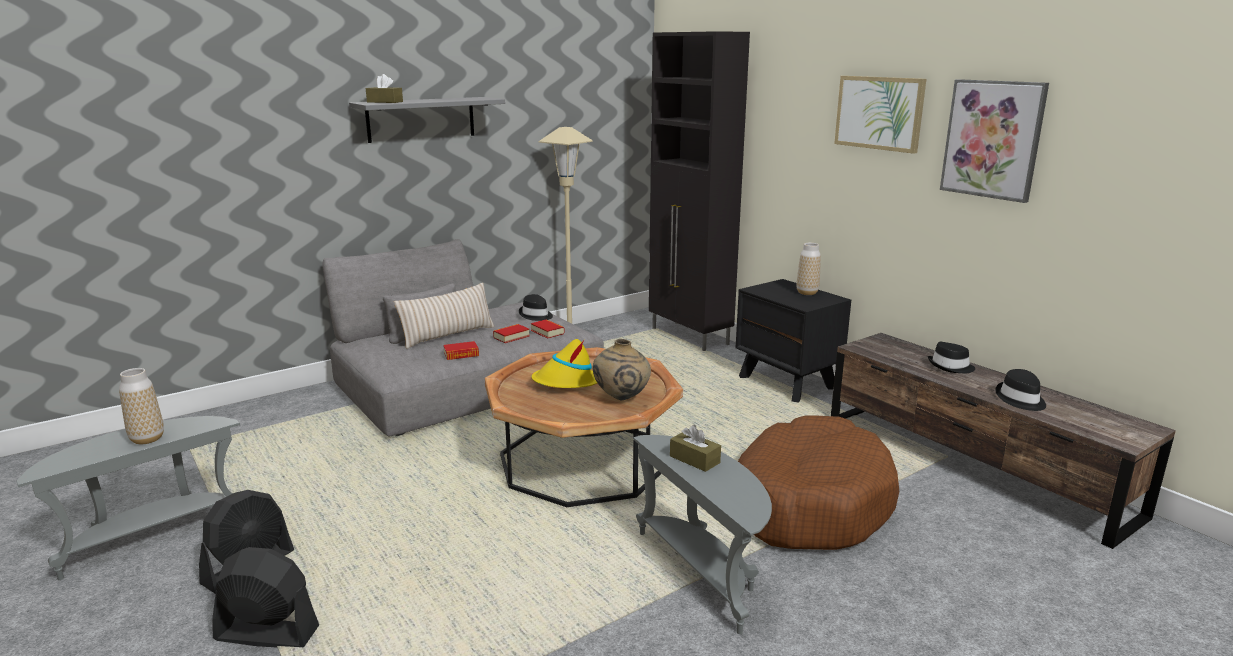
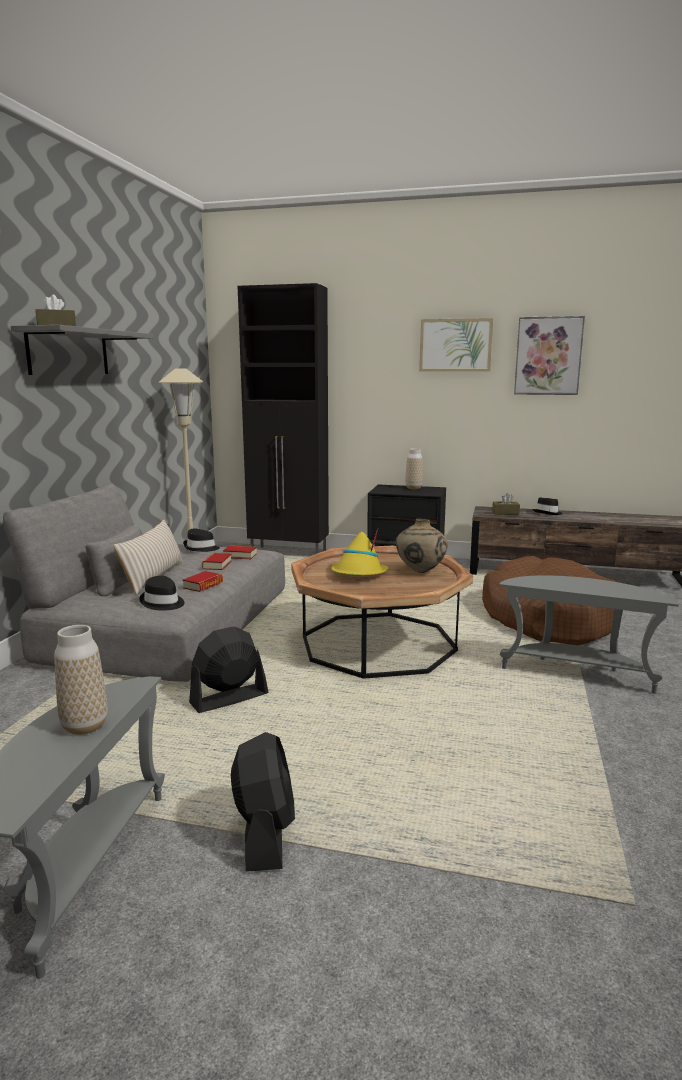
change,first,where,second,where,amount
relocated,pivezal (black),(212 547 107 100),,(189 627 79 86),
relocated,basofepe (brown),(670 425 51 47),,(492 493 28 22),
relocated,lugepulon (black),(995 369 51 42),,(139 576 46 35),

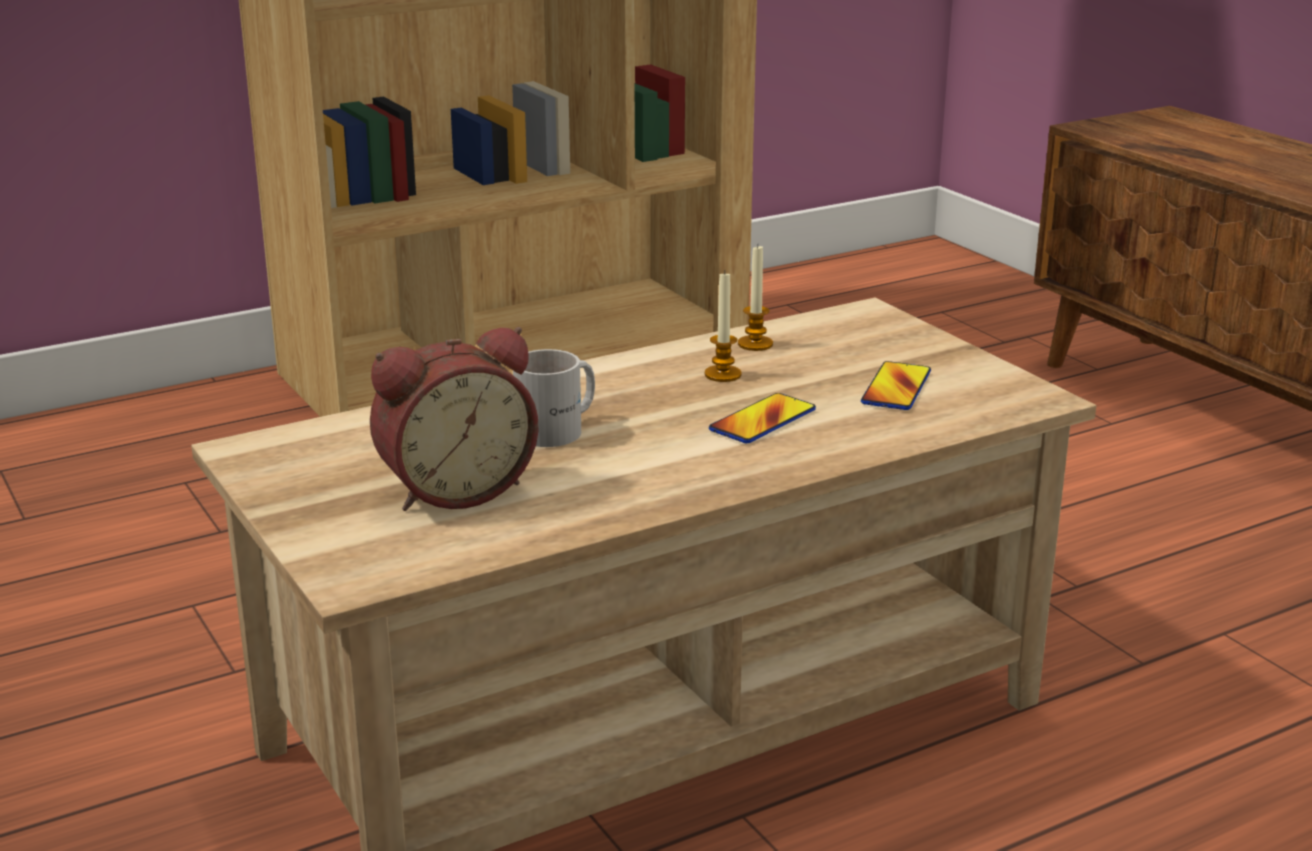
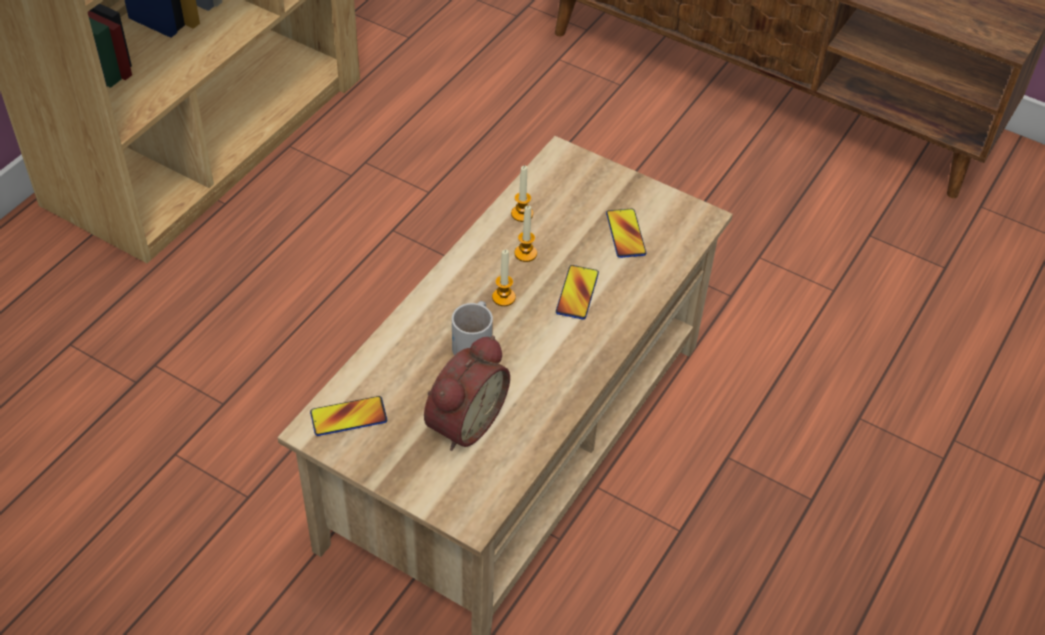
change,first,where,second,where,amount
appeared,,,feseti,(310 396 77 40),
appeared,,,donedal,(492 249 24 57),

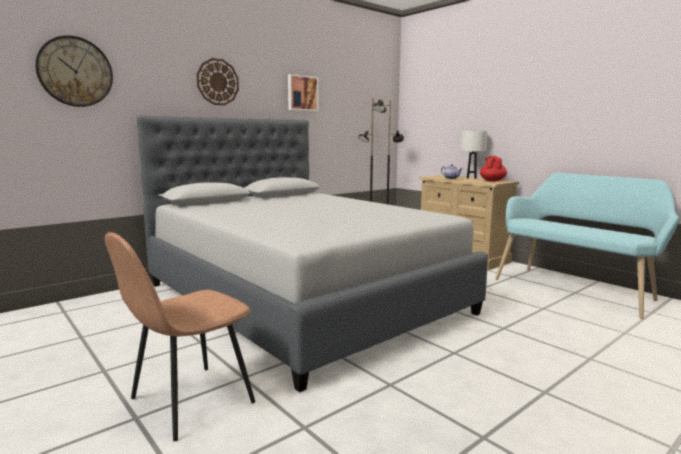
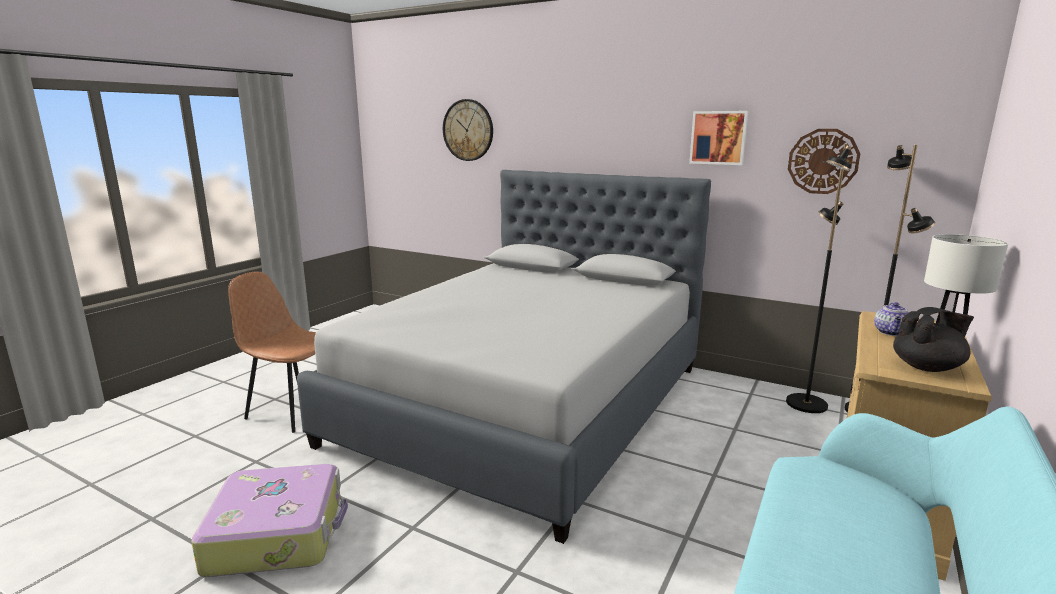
change,first,where,second,where,amount
relocated,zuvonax,(197 58 42 47),,(788 129 72 65),
colour,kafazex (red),(480 156 27 25),kafazex (black),(893 307 81 65),
appeared,,,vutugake,(191 464 157 113),

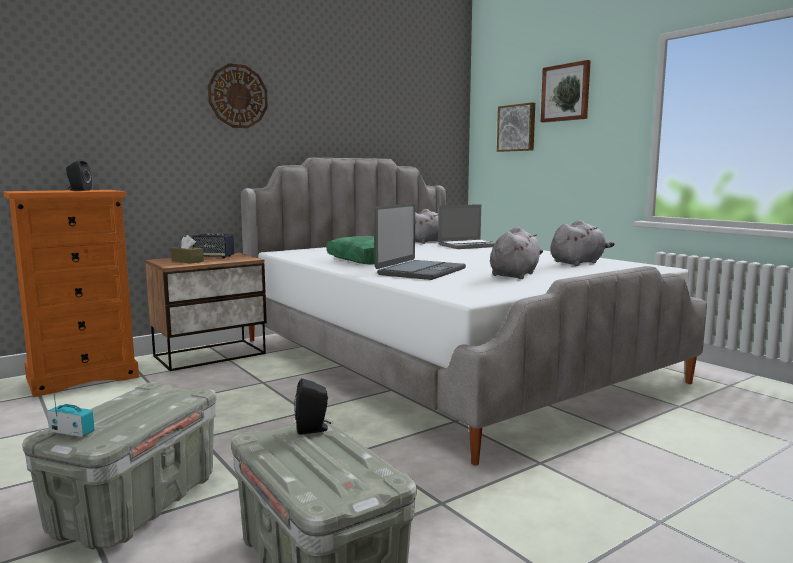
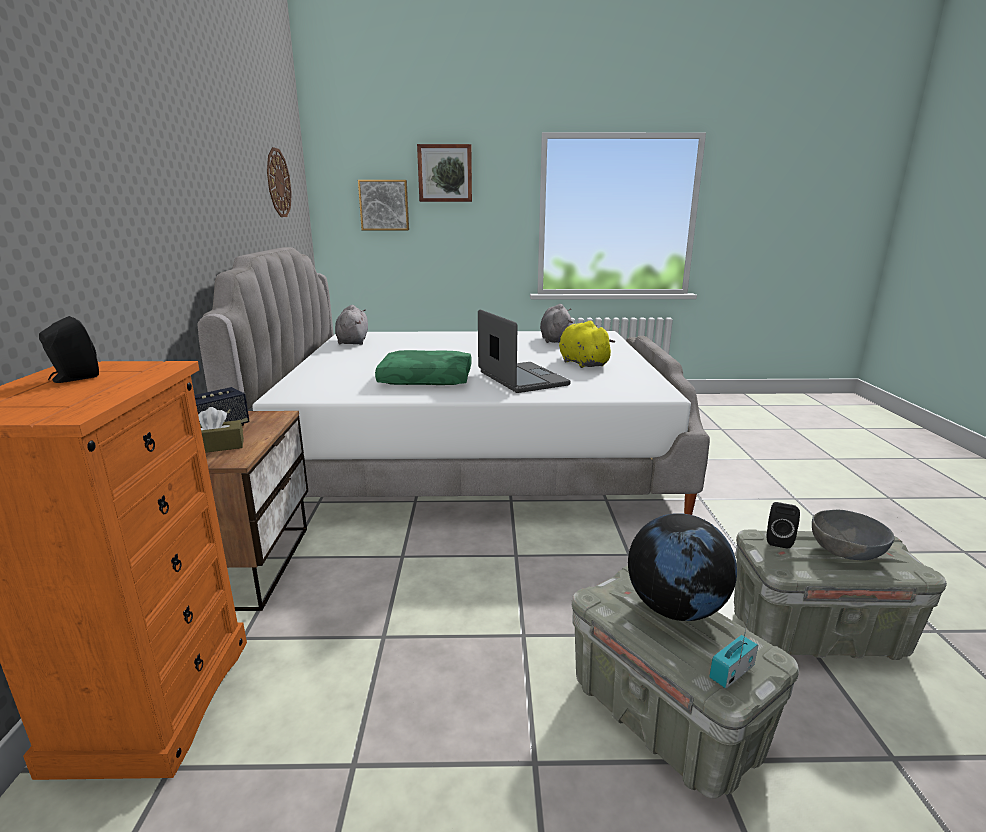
change,first,where,second,where,amount
relocated,zuvonax,(208 63 60 65),,(267 147 25 70),
missing,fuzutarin,(438 204 57 45),,,
colour,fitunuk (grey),(490 226 53 53),fitunuk (yellow),(559 321 56 47),
appeared,,,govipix,(628 513 109 108),
appeared,,,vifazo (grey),(812 510 82 50),

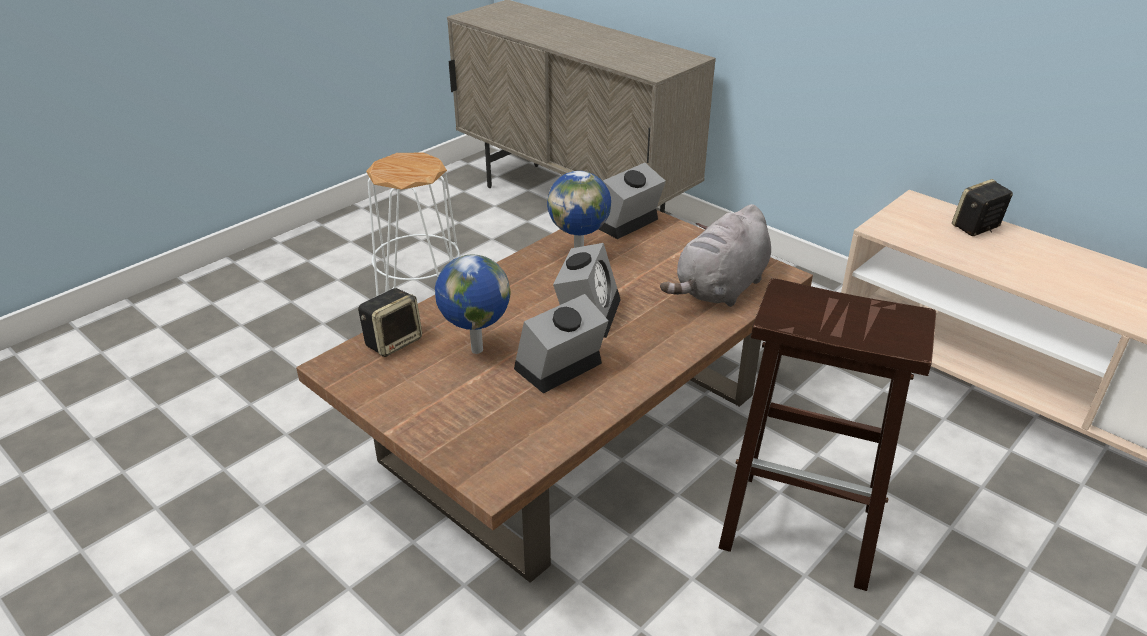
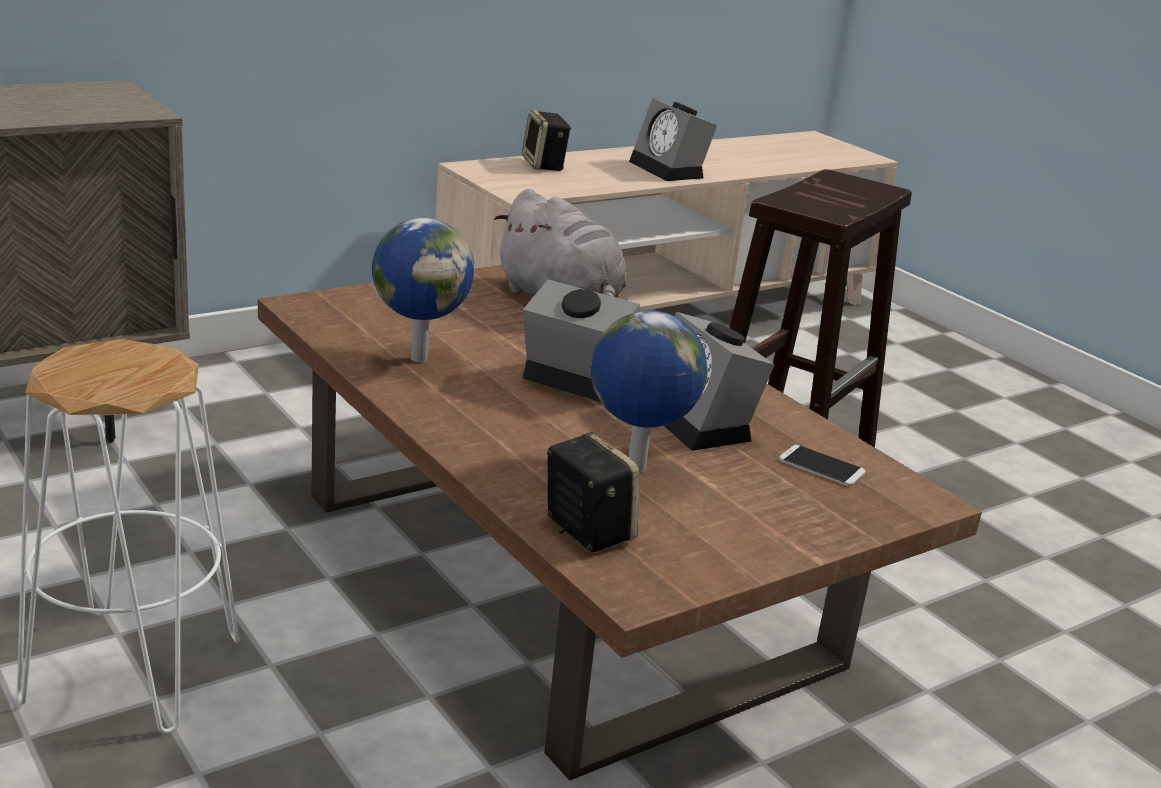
change,first,where,second,where,amount
relocated,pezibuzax,(599 163 67 76),,(629 98 88 83),
appeared,,,feseti,(779 445 87 41),

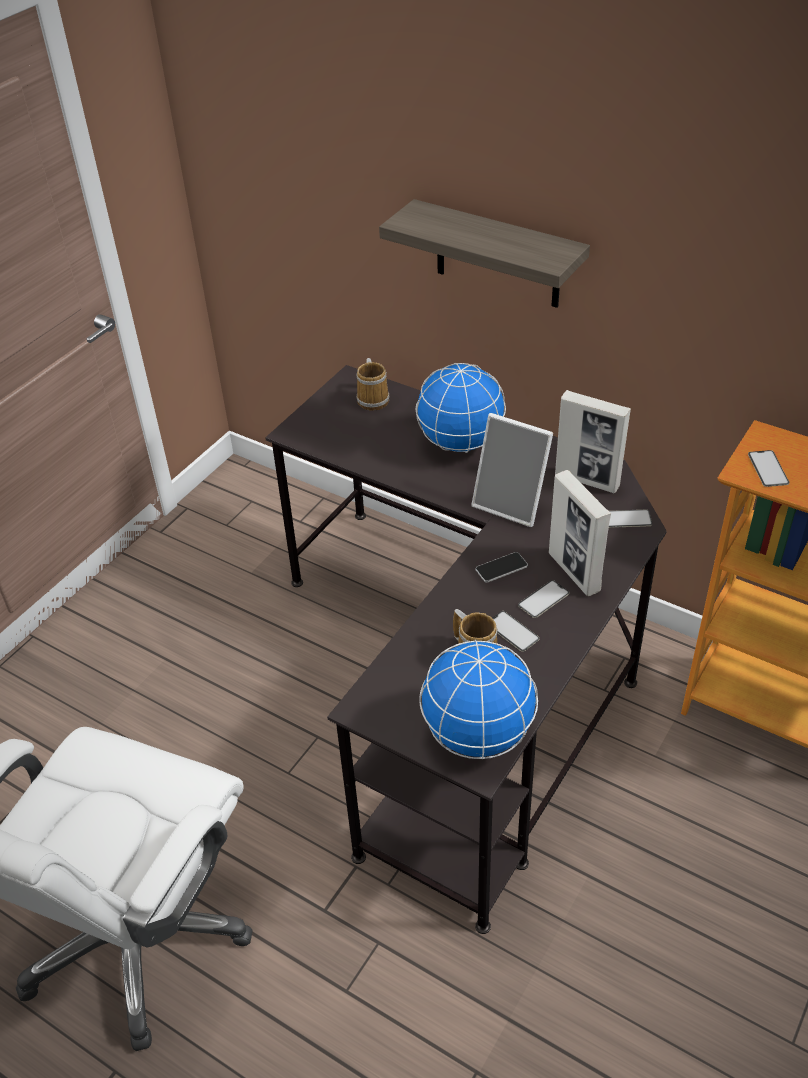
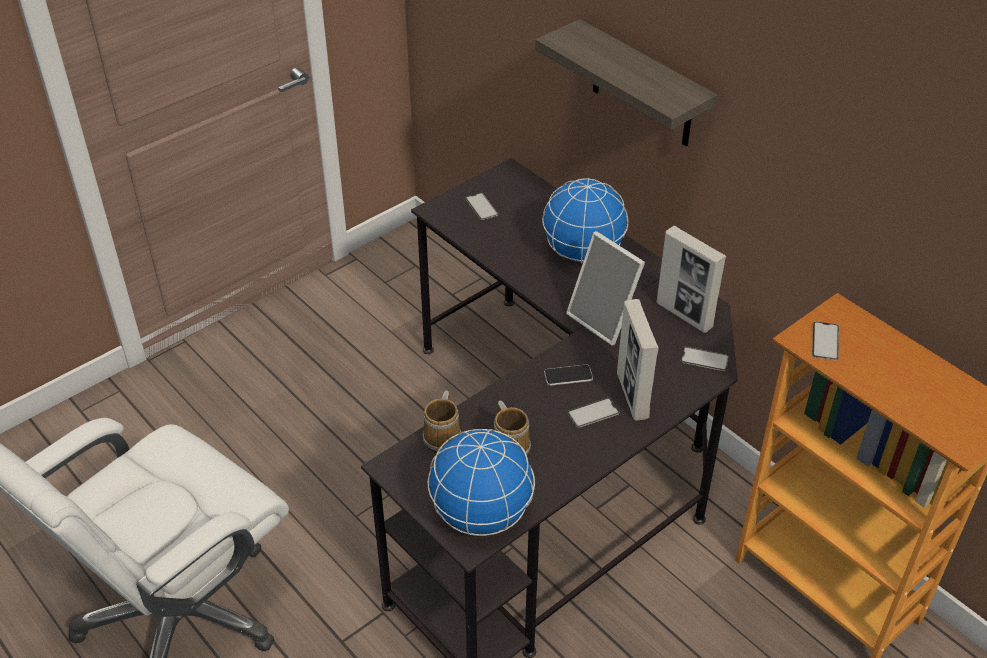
change,first,where,second,where,amount
relocated,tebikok,(356 358 34 53),,(422 390 39 64),
relocated,feseti,(492 611 48 41),,(465 193 33 27),

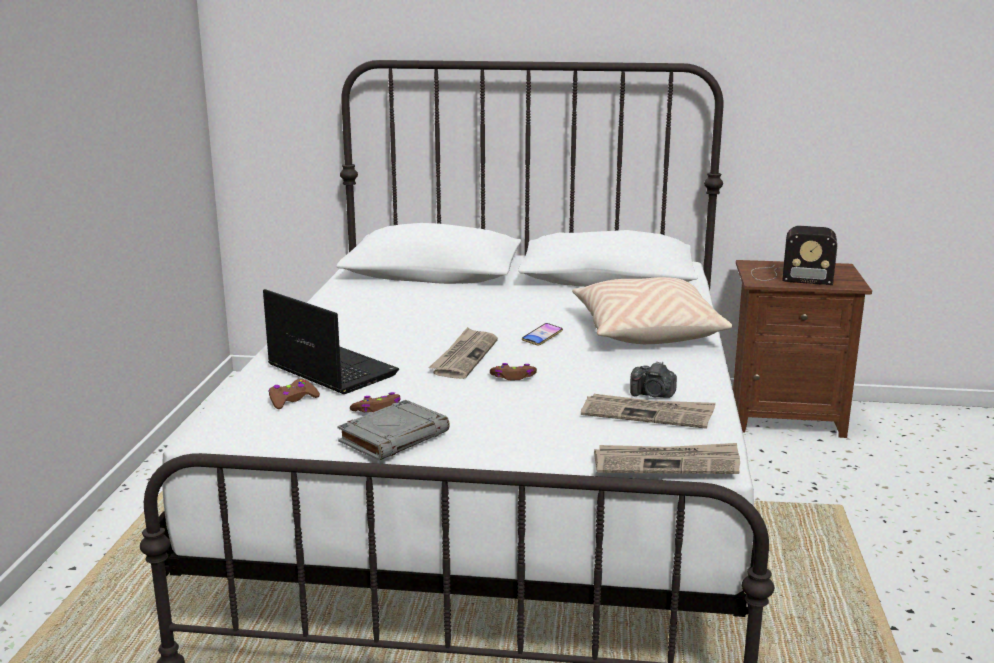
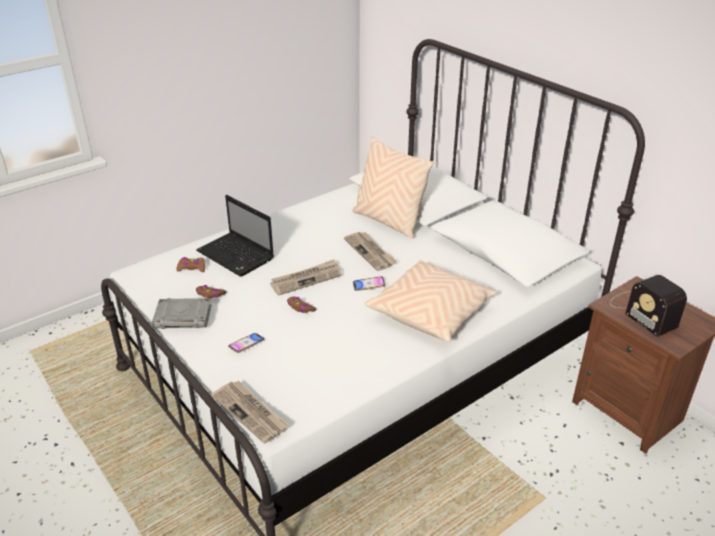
change,first,where,second,where,amount
spun,fuzutarin,(263 289 136 105),,(196 195 78 82),135 degrees clockwise
relocated,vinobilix,(581 394 135 35),,(344 232 52 39),
missing,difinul,(630 361 47 37),,,
appeared,,,feseti,(228 333 37 20),
appeared,,,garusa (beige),(353 136 81 103),

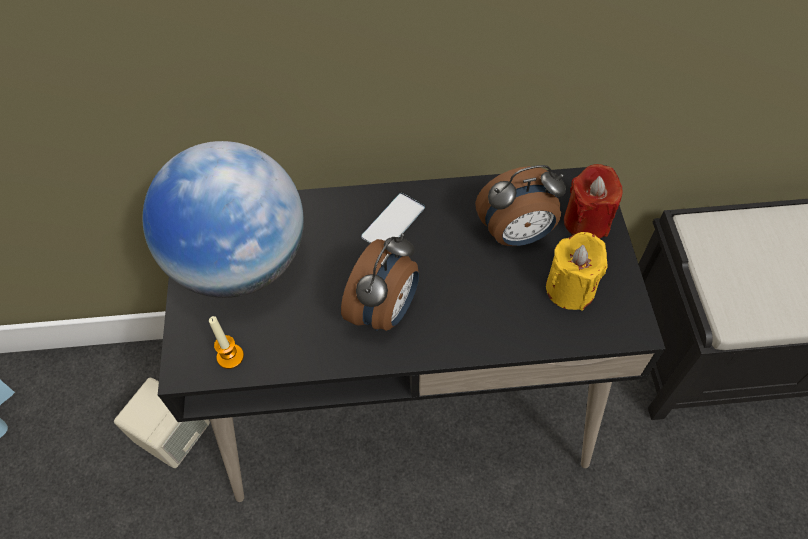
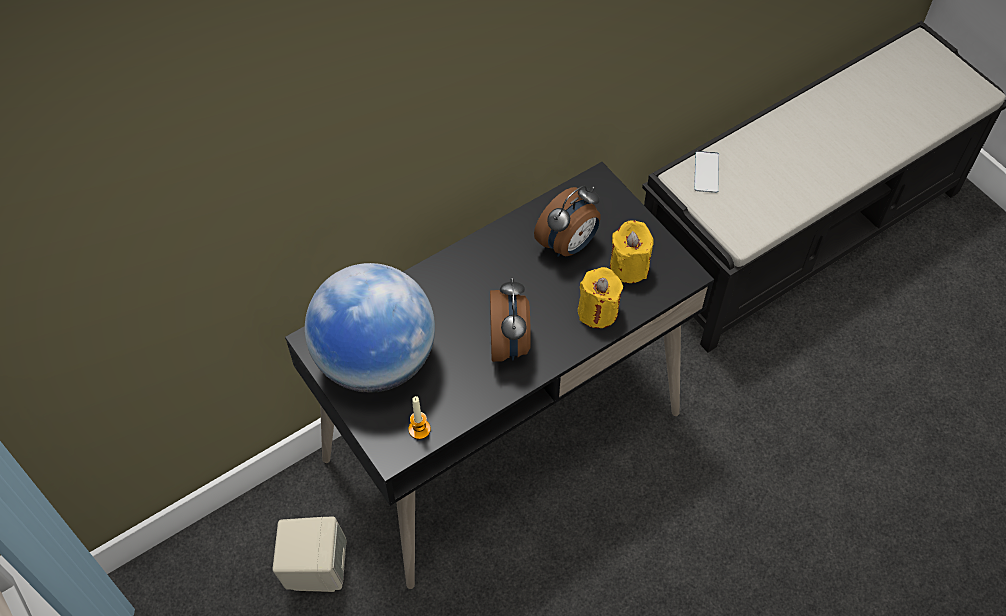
change,first,where,second,where,amount
relocated,feseti,(361 193 64 51),,(694 151 25 42),
missing,donedal (red),(564 164 59 75),,,
appeared,,,donedal (yellow),(578 267 45 61),

